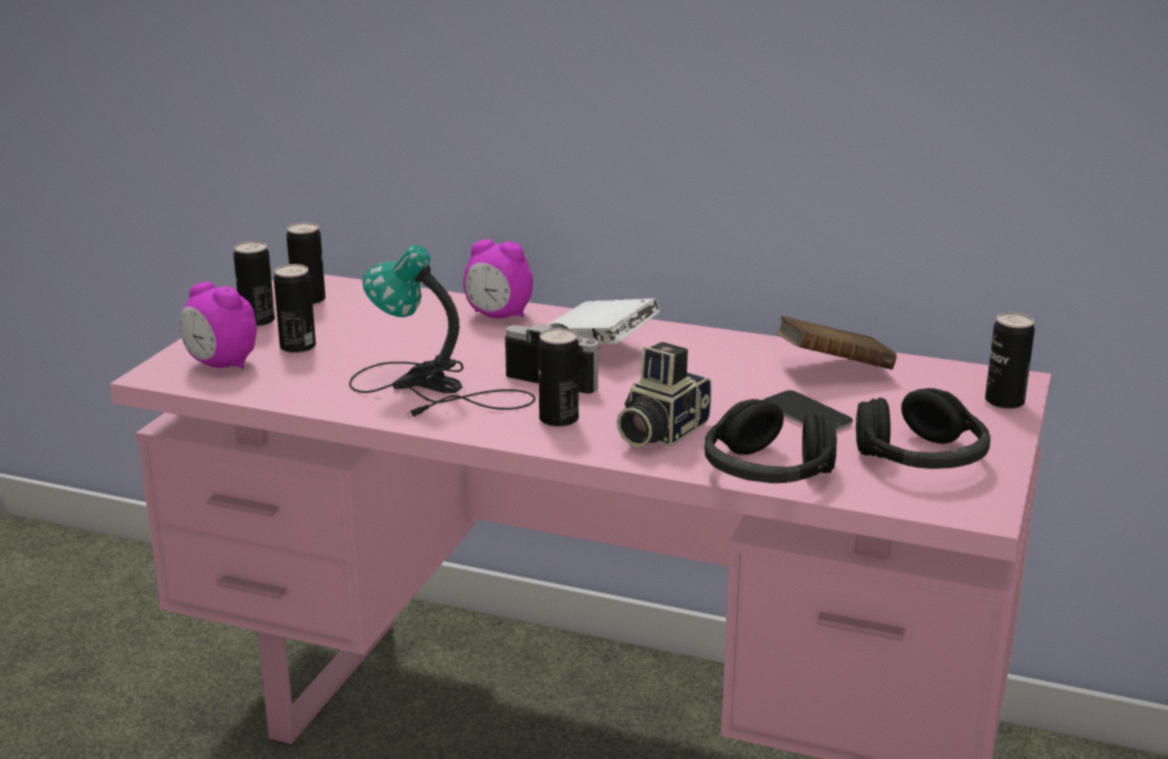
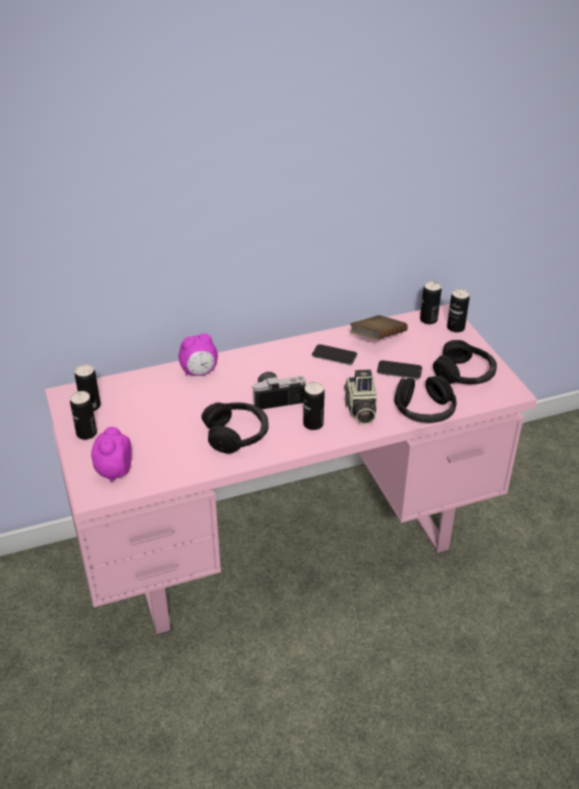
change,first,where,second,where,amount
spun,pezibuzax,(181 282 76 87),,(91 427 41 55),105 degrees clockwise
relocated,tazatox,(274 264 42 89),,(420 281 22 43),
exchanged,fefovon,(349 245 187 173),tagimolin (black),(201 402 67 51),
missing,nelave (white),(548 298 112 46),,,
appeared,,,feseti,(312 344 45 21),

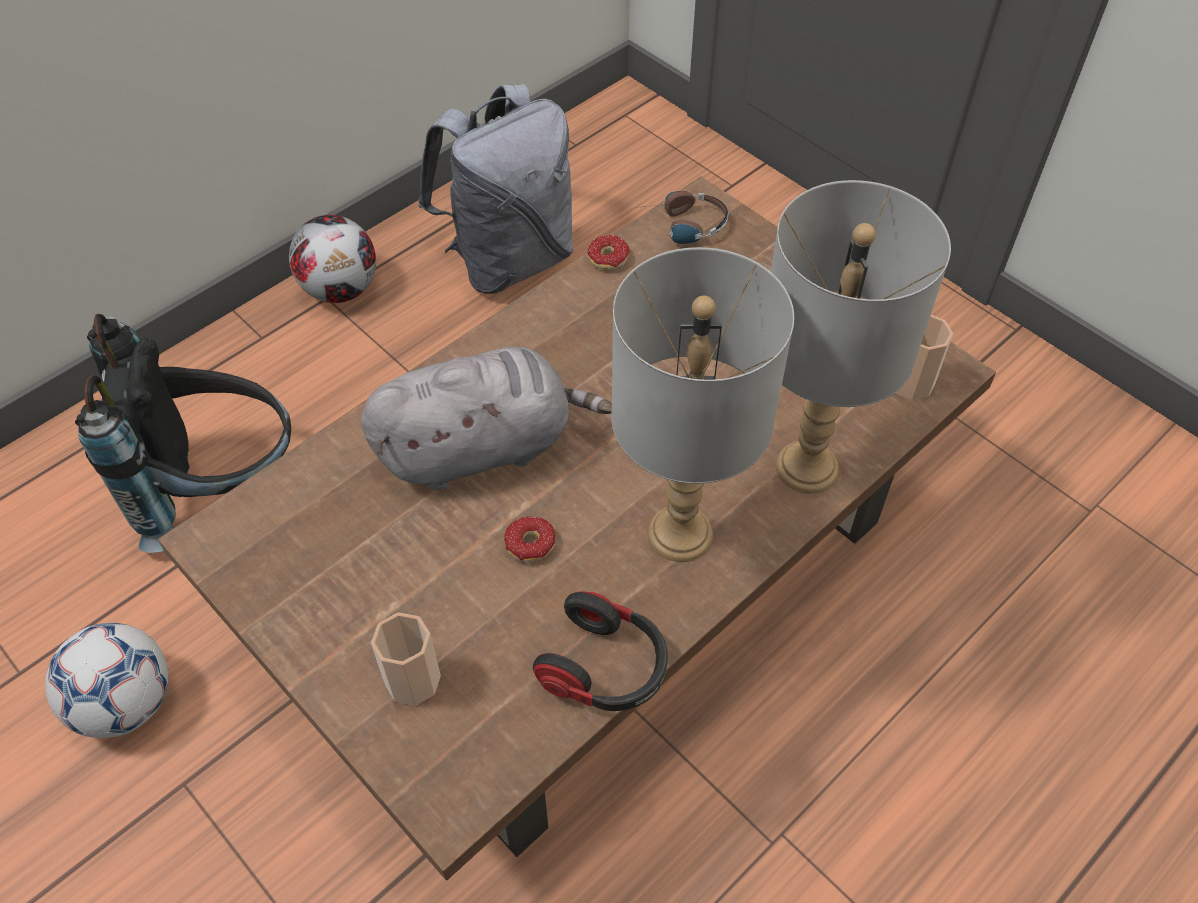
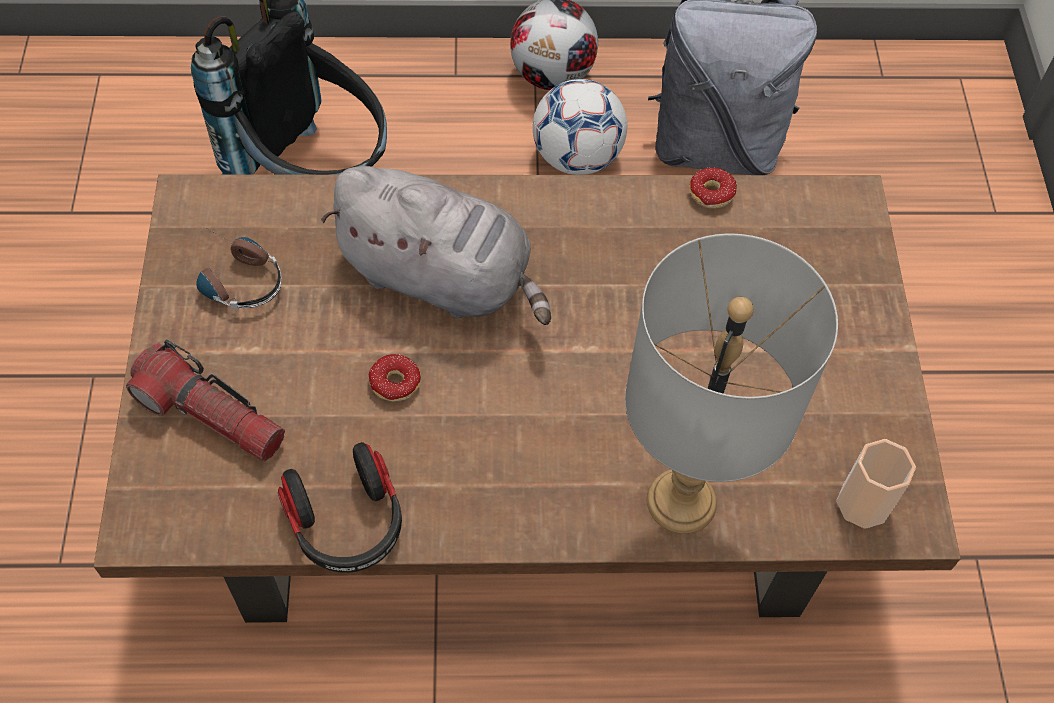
change,first,where,second,where,amount
relocated,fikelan,(45 623 123 115),,(533 79 94 96),
exchanged,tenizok,(371 613 70 93),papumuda,(126 340 159 121),
missing,fefovon (grey),(611 247 183 315),,,
relocated,tagimolin,(635 191 94 53),,(196 228 86 82),

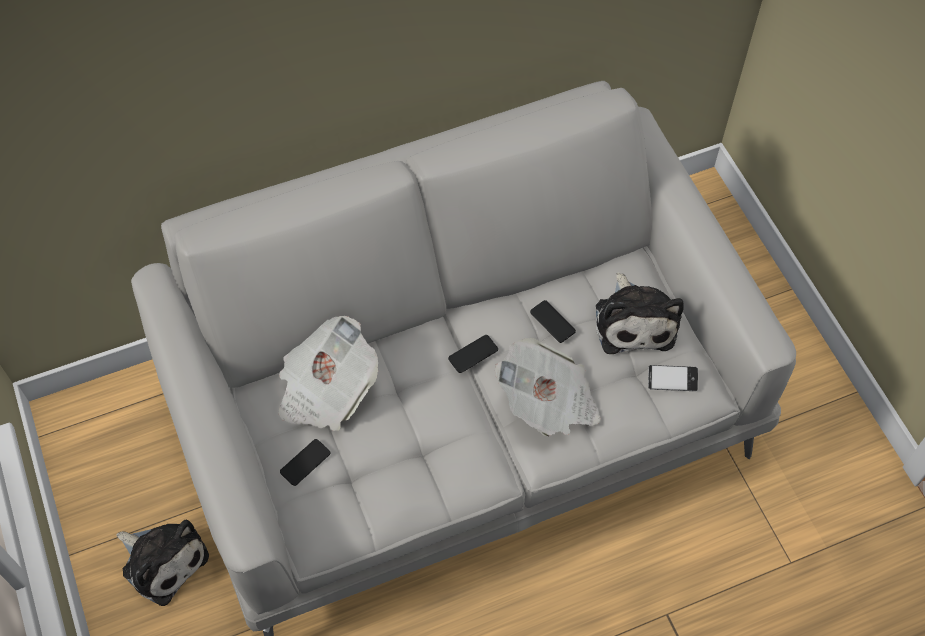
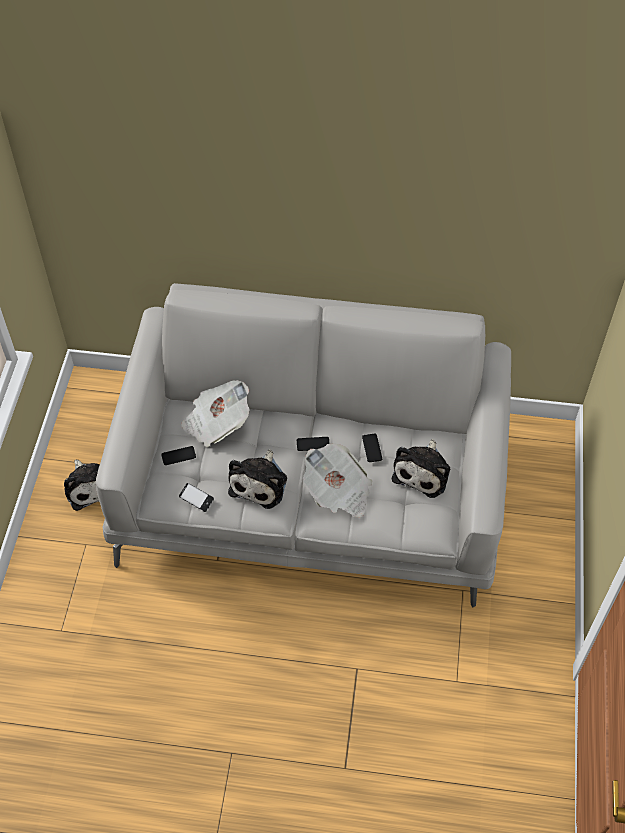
change,first,where,second,where,amount
relocated,feseti,(648 365 50 26),,(179 483 35 29),
appeared,,,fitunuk,(228 449 59 60),

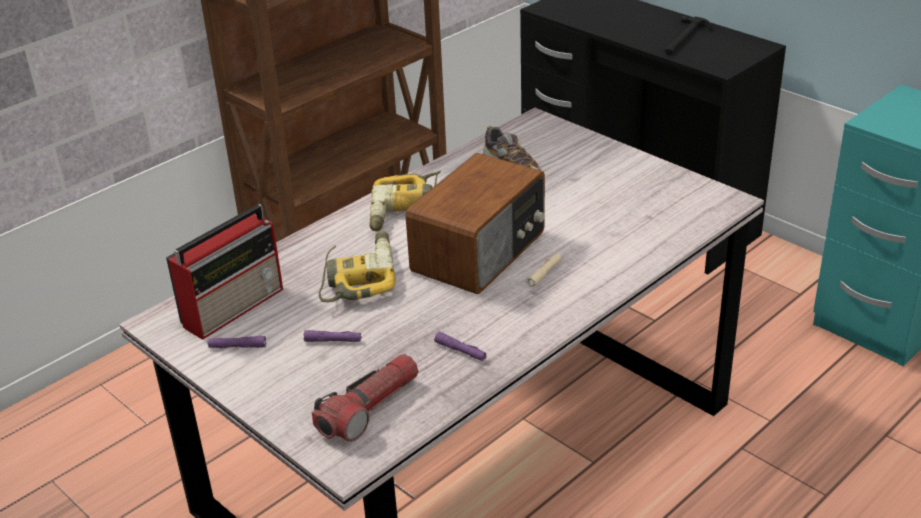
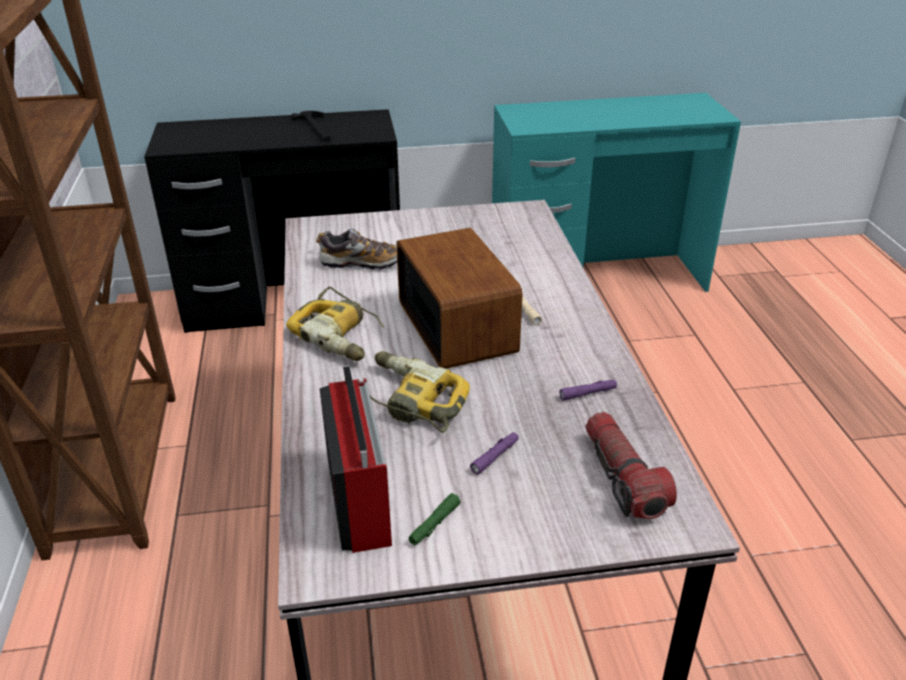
change,first,where,second,where,amount
colour,papumuda (purple),(208 336 58 12),papumuda (green),(409 493 52 52),

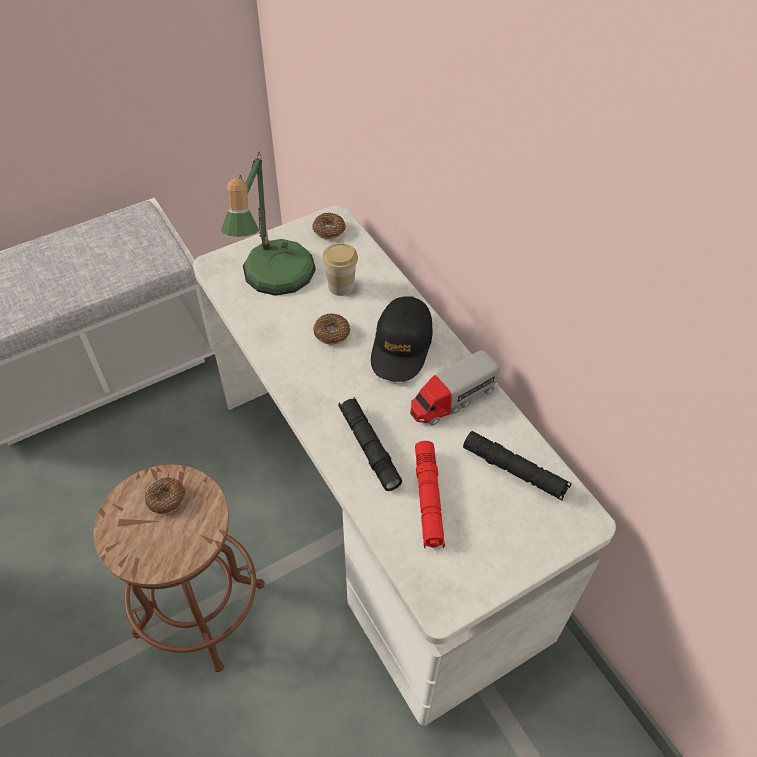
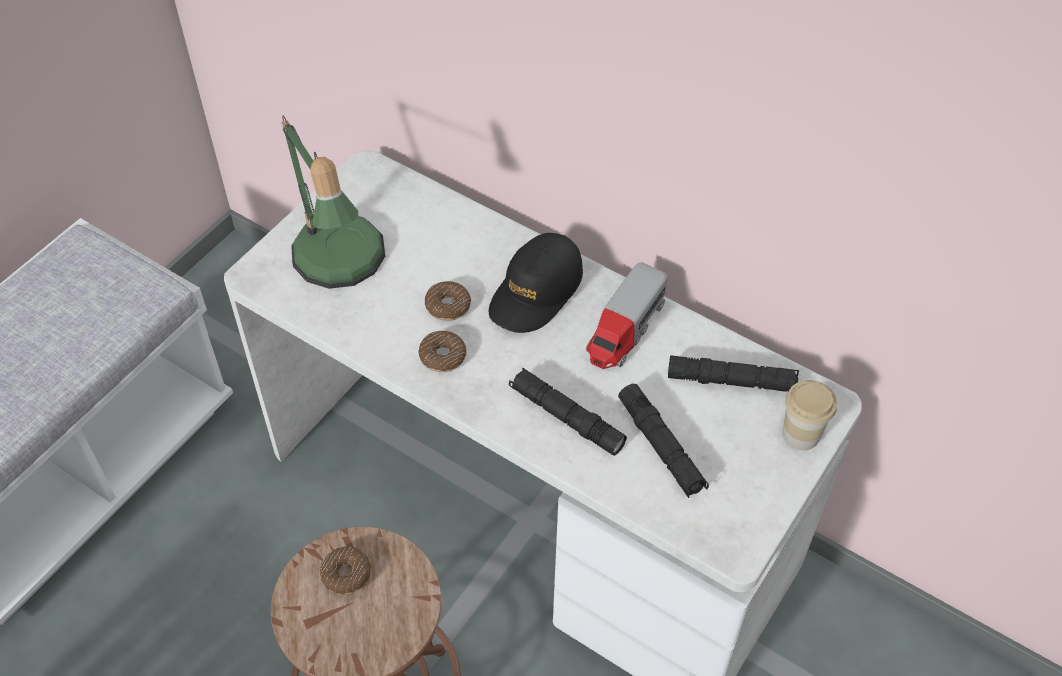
change,first,where,second,where,amount
relocated,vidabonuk,(312 213 34 26),,(418 331 48 41),
relocated,tenizok,(322 243 36 53),,(782 380 55 71),
spun,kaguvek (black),(371 296 62 86),,(489 233 94 100),45 degrees clockwise
colour,papumuda (red),(415 441 30 108),papumuda (black),(618 384 91 114),

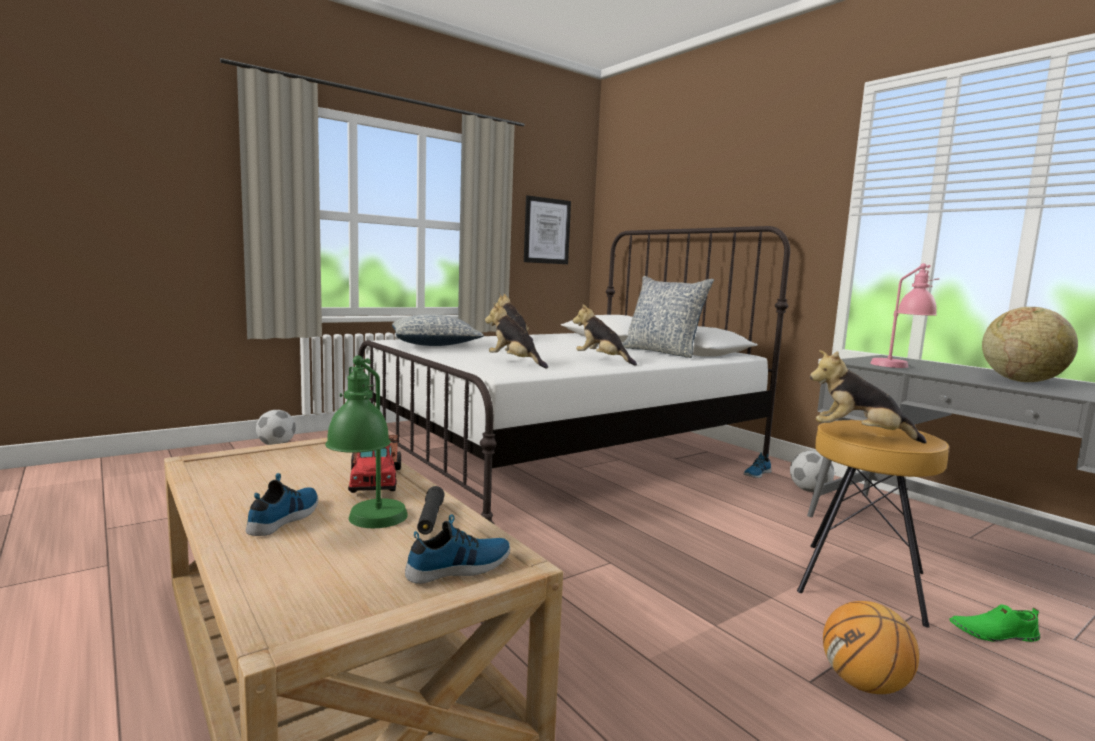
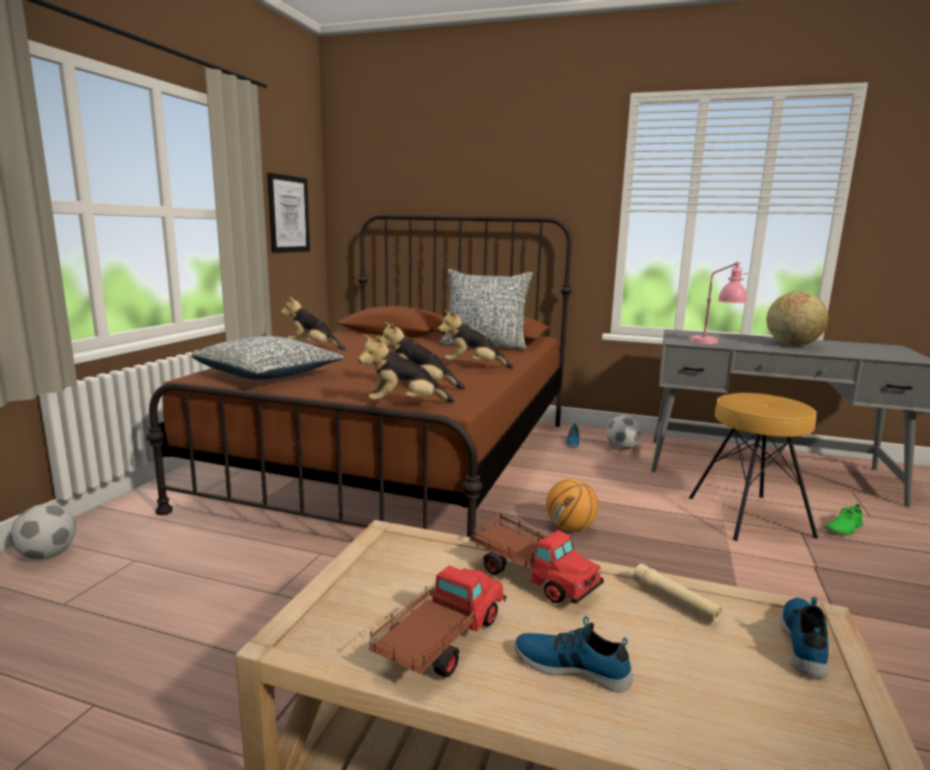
change,first,where,second,where,amount
spun,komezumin,(246 473 73 63),,(515 616 118 77),45 degrees counterclockwise
missing,fefovon (green),(325 356 83 172),,,
colour,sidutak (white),(358 226 432 299),sidutak (brown),(147 214 425 323),
colour,papumuda (black),(417 486 28 49),papumuda (beige),(633 564 89 58),
relocated,fitunuk,(810 350 117 93),,(358 335 96 67),
relocated,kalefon,(823 601 96 93),,(546 479 52 52),
appeared,,,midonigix,(369 566 138 111),

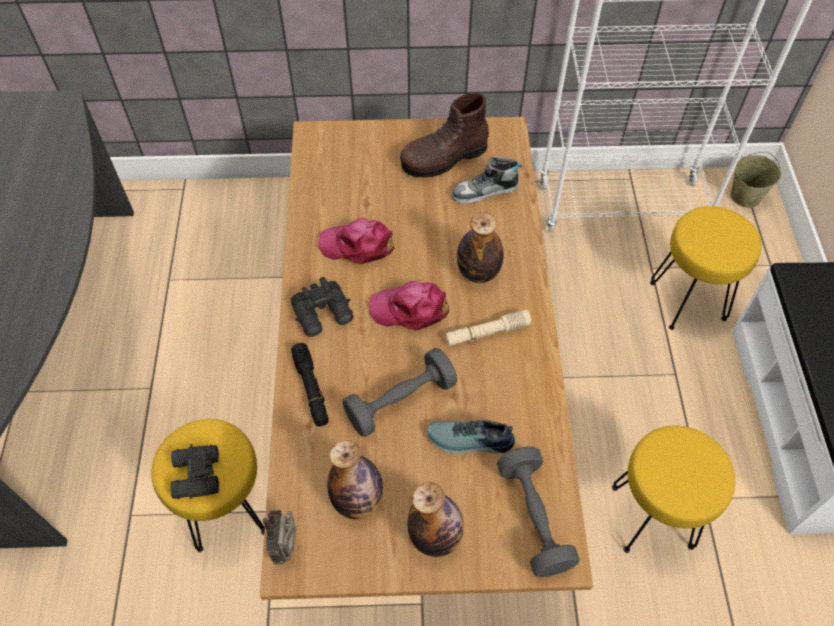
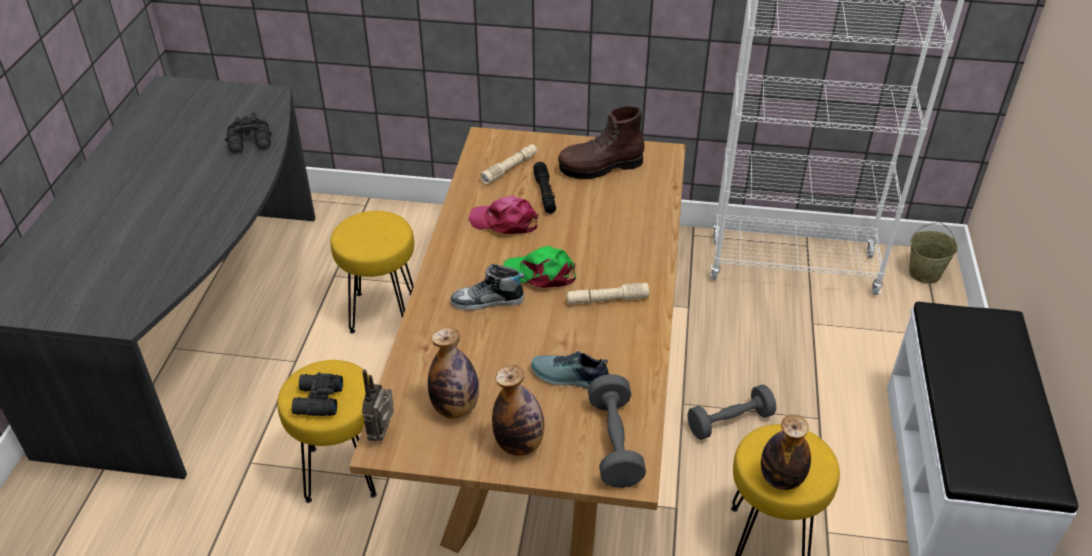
change,first,where,second,where,amount
relocated,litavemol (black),(291 277 62 60),,(225 113 47 41),
relocated,papumuda (black),(291 343 38 83),,(533 162 23 52),
relocated,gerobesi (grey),(343 348 114 89),,(688 384 88 56),
colour,kaguvek (pink),(369 281 80 49),kaguvek (green),(503 246 73 42),
relocated,komezumin,(452 157 70 47),,(451 264 73 46),
relocated,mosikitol,(457 212 47 71),,(761 414 50 76),
relocated,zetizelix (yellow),(650 206 111 124),,(330 211 84 123),
appeared,,,papumuda (beige),(480 144 57 40),

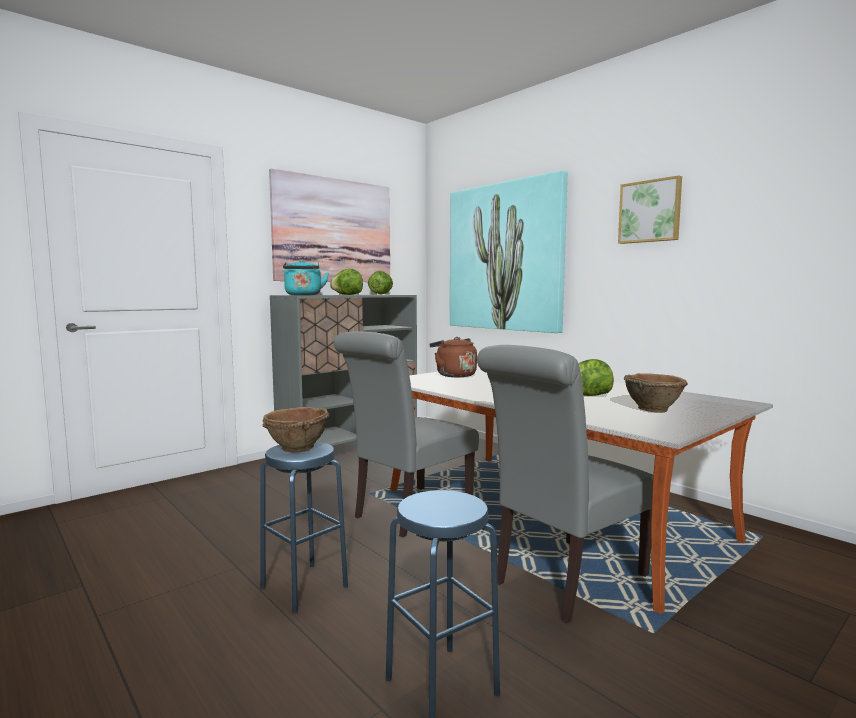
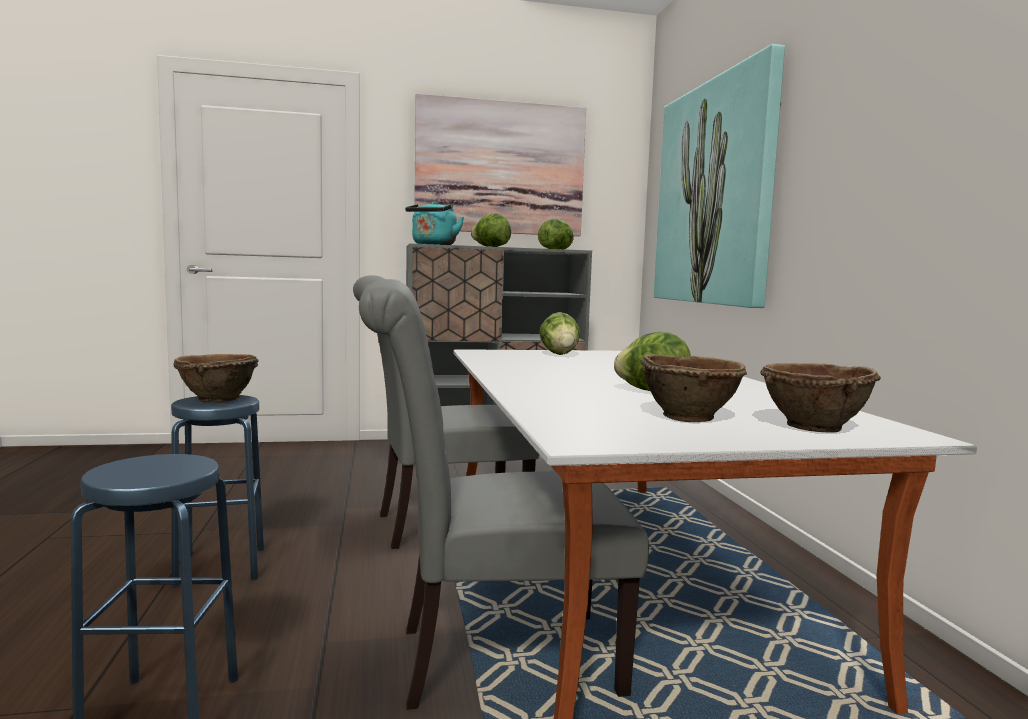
change,first,where,second,where,amount
exchanged,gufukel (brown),(430 337 47 40),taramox,(539 312 41 43),
missing,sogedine,(618 175 64 69),,,
appeared,,,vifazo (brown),(761 363 120 70),

